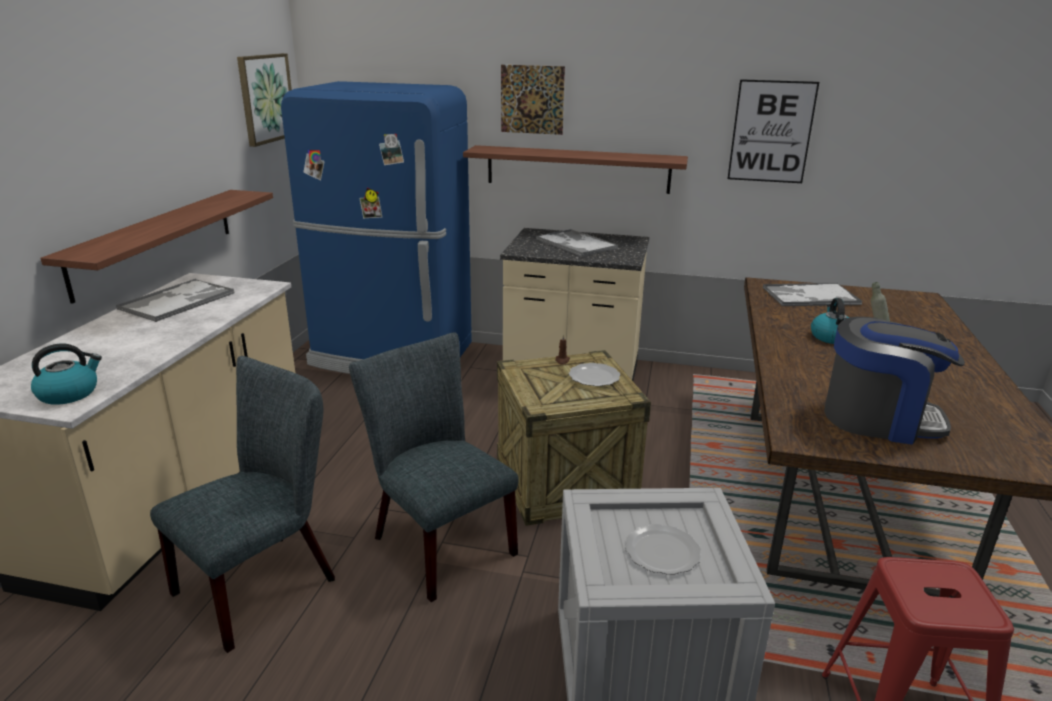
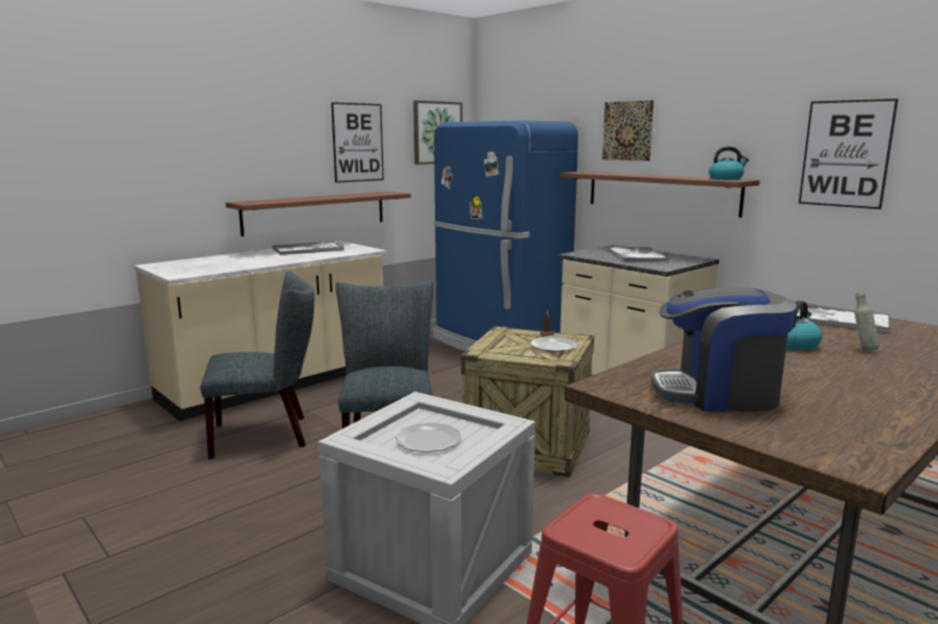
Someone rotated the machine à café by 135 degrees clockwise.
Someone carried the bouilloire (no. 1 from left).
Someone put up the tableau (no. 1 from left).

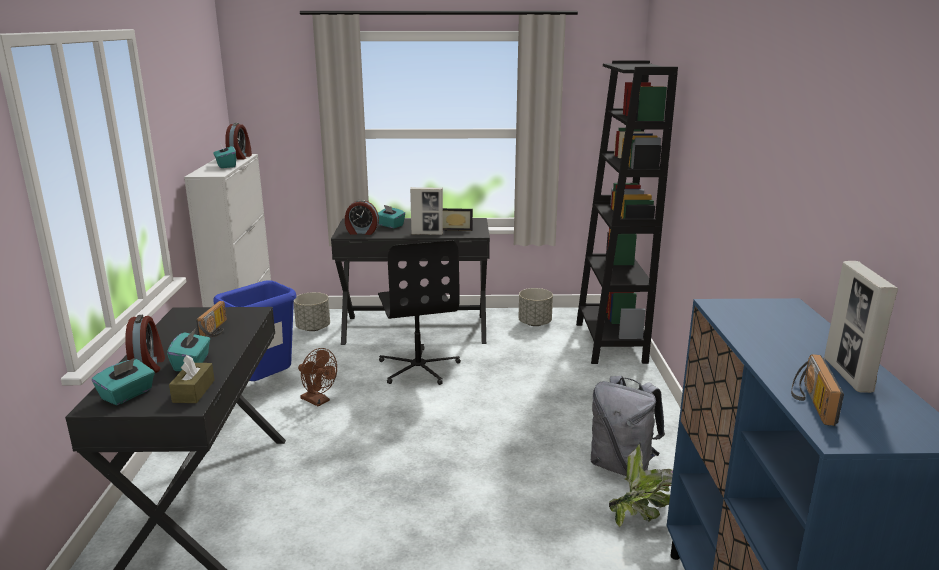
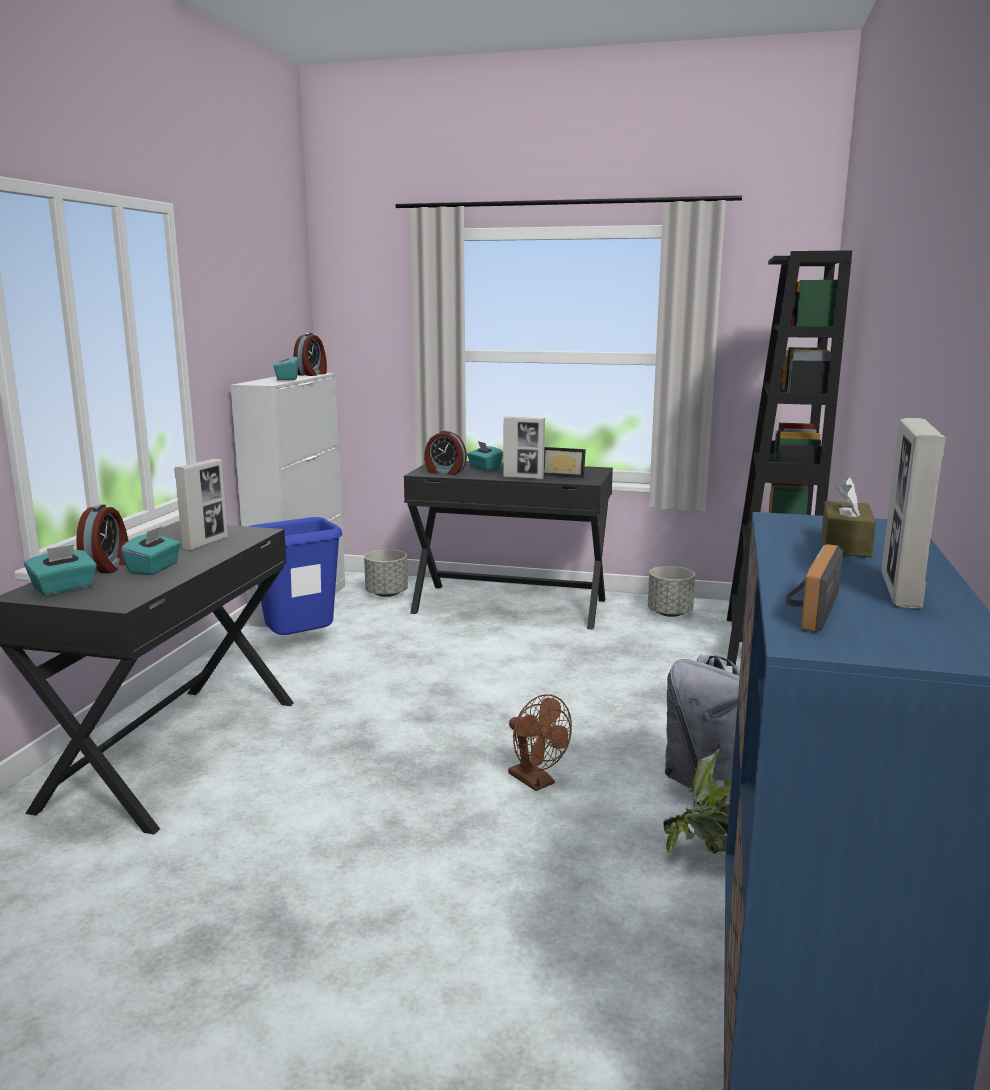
Someone took away the chaise de bureau [noir].
Someone swapped the radio (no. 1 from left) for the cadre photo (no. 1 from left).
Someone carried the ventilateur [marron].
Someone carried the boîte à mouchoirs [marron].

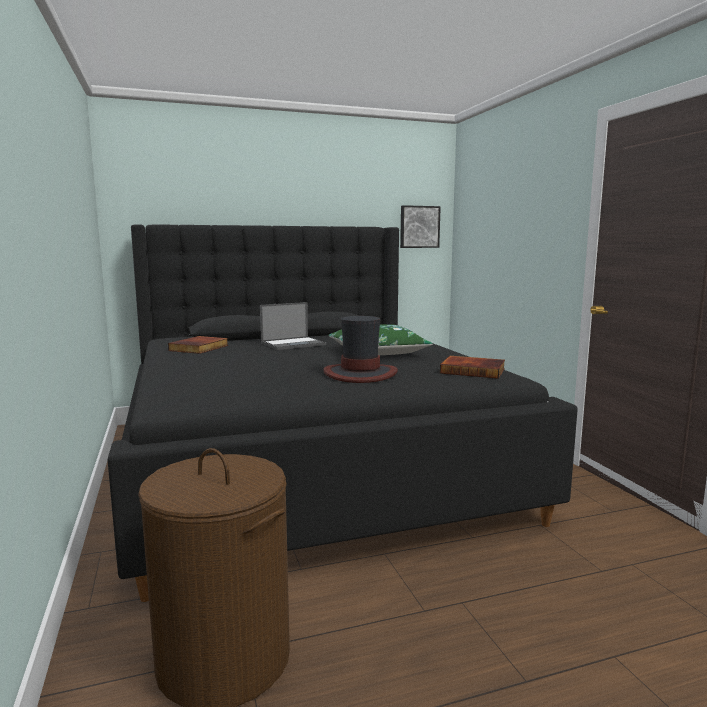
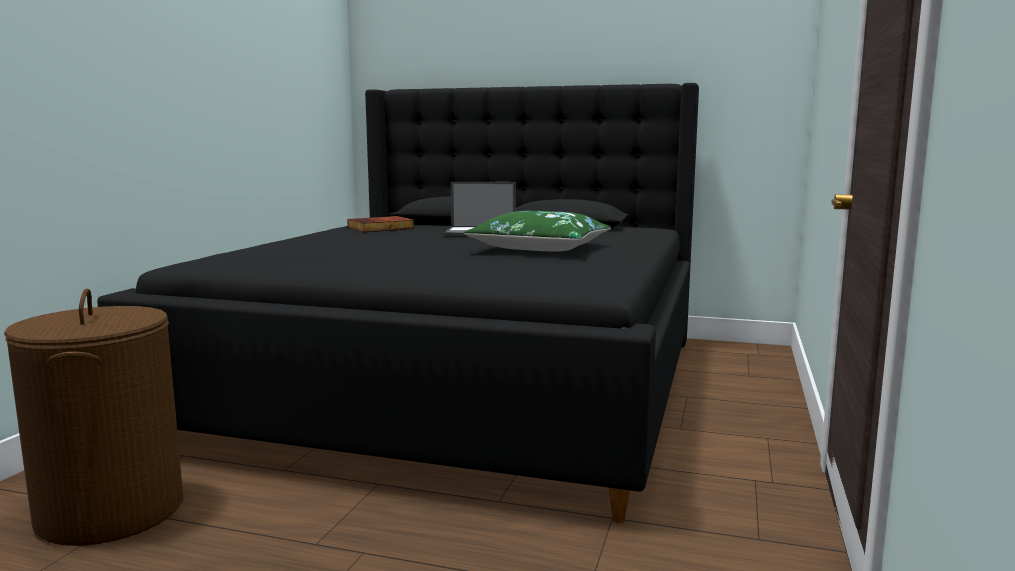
Someone took away the tableau.
Someone took away the chapeau.
Someone took away the livre (no. 2 from left).

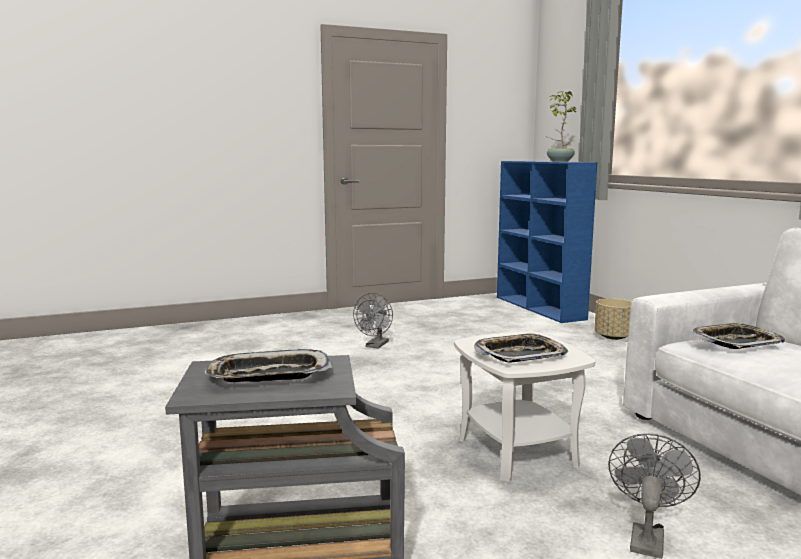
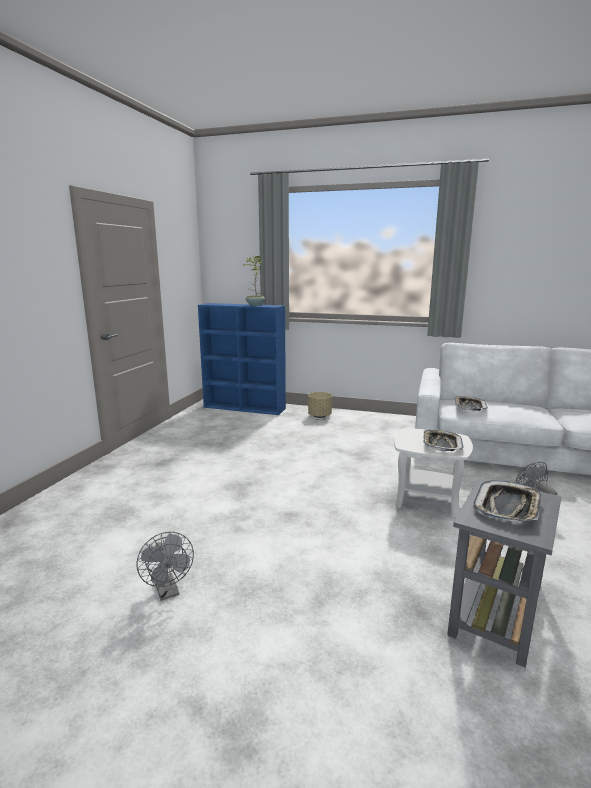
Someone carried the ventilateur [gris] (no. 1 from left).

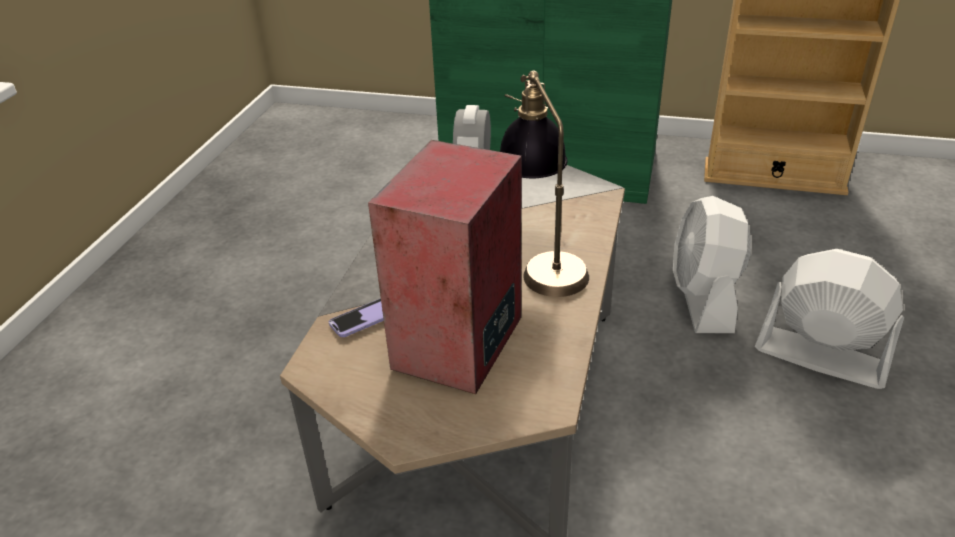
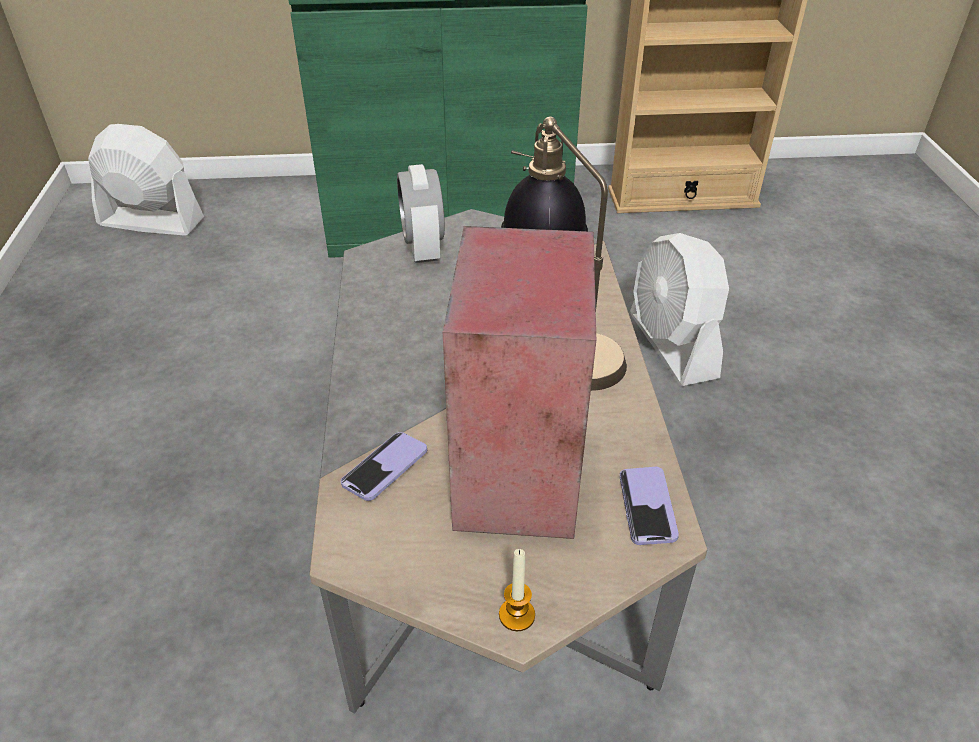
Someone carried the ventilateur [blanc] (no. 2 from left in the first image).
Someone put down the téléphone (no. 2 from left).
Someone put down the bougie.

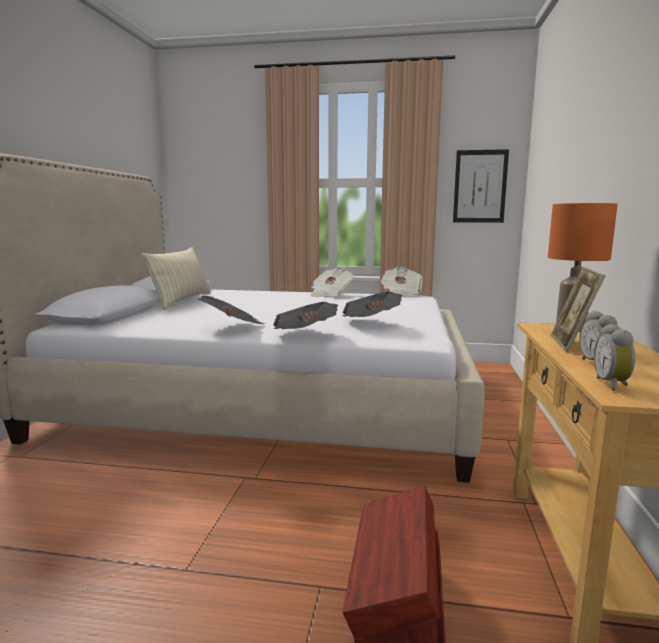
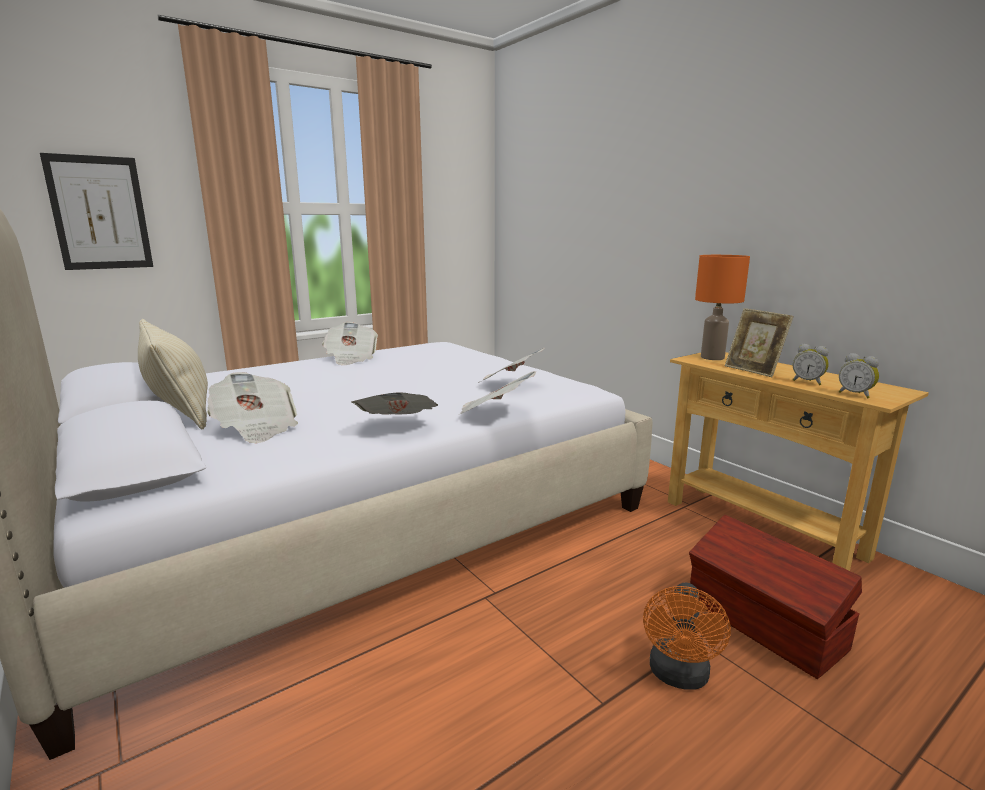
Someone carried the tableau.
Someone carried the journal (no. 5 from left in the first image).
Someone put down the ventilateur [orange].

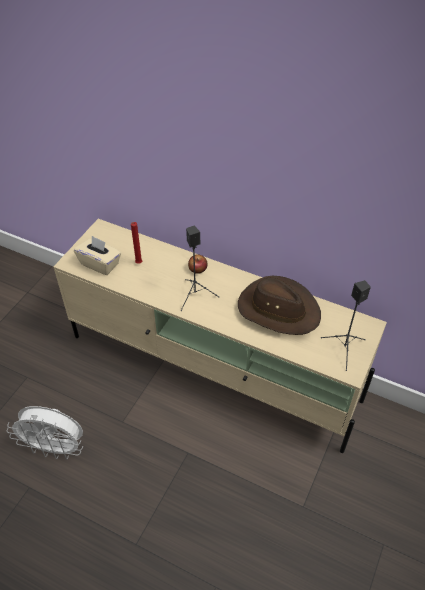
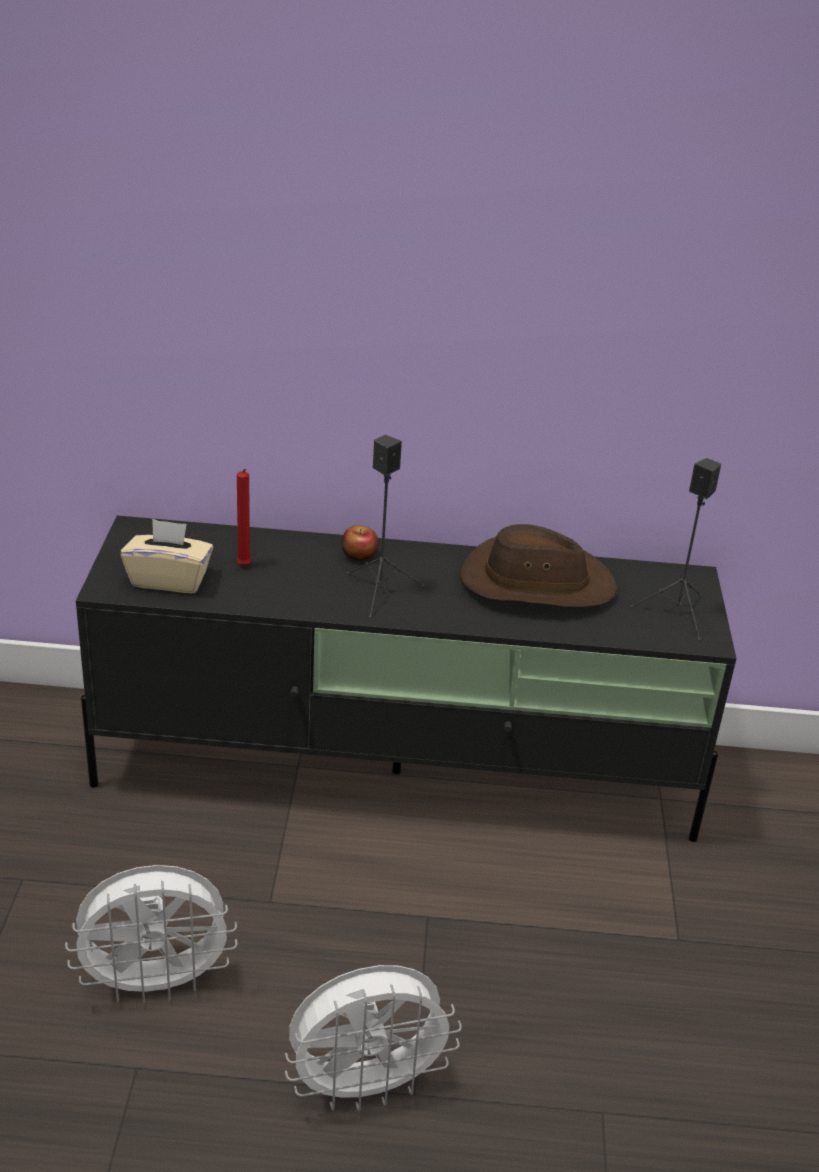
Someone repainted the meuble télé [beige], which became the meuble télé [noir].
Someone put down the ventilateur [blanc] (no. 2 from left).

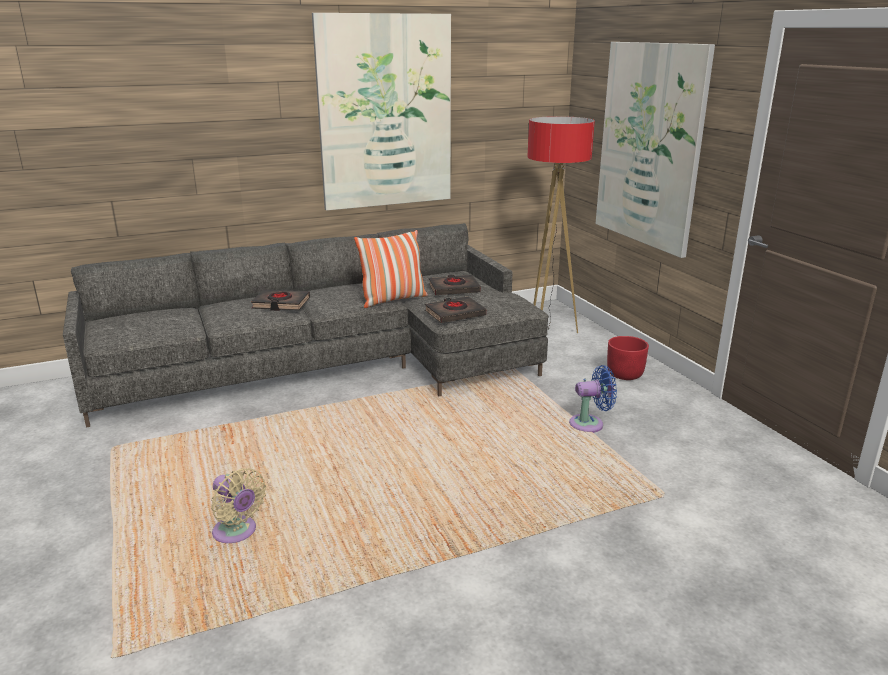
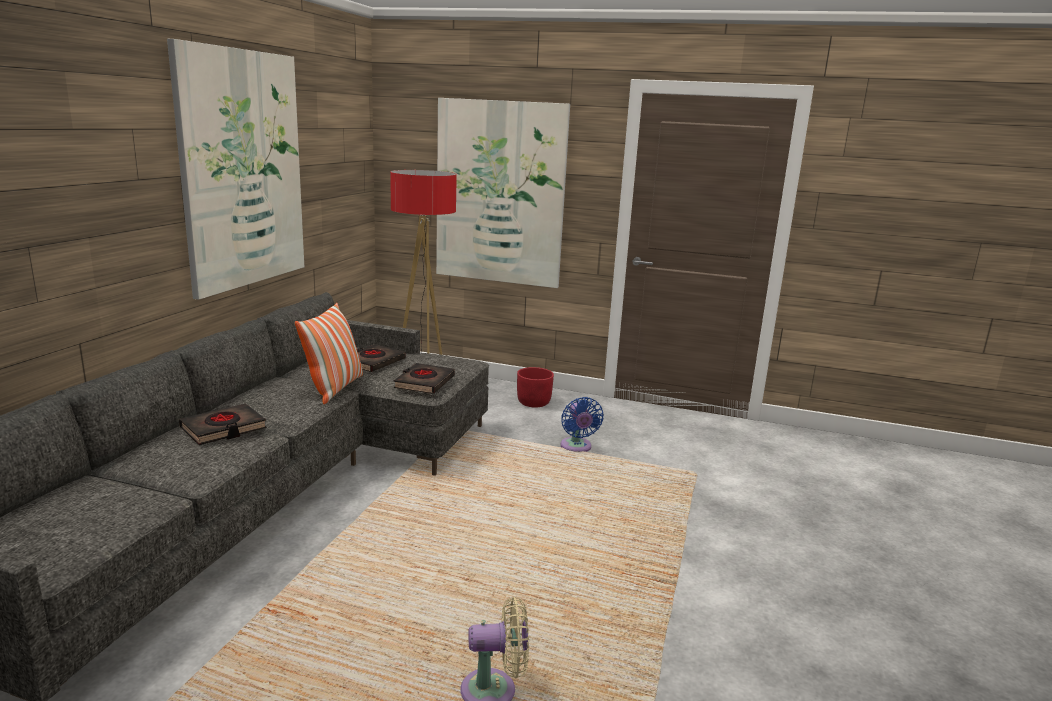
Someone rotated the ventilateur [bleu] by 135 degrees clockwise.

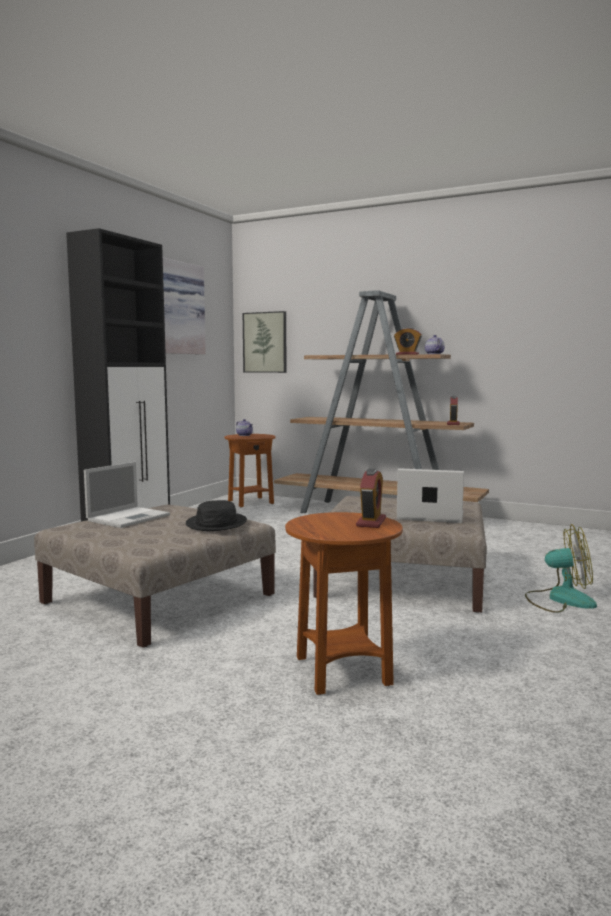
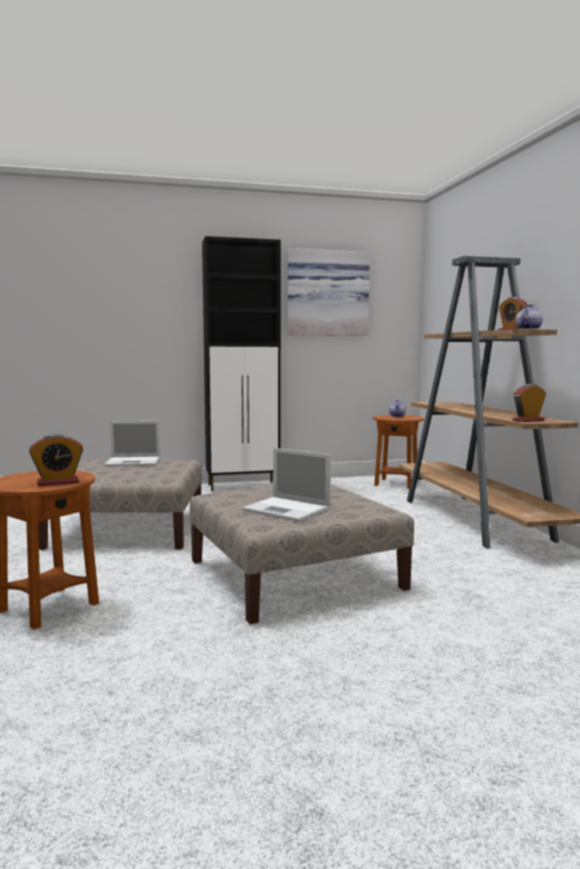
Someone took away the tableau (no. 2 from left).
Someone rotated the ordinateur portable (no. 2 from left) by 150 degrees clockwise.
Someone took away the chapeau [noir].
Someone took away the ventilateur.

